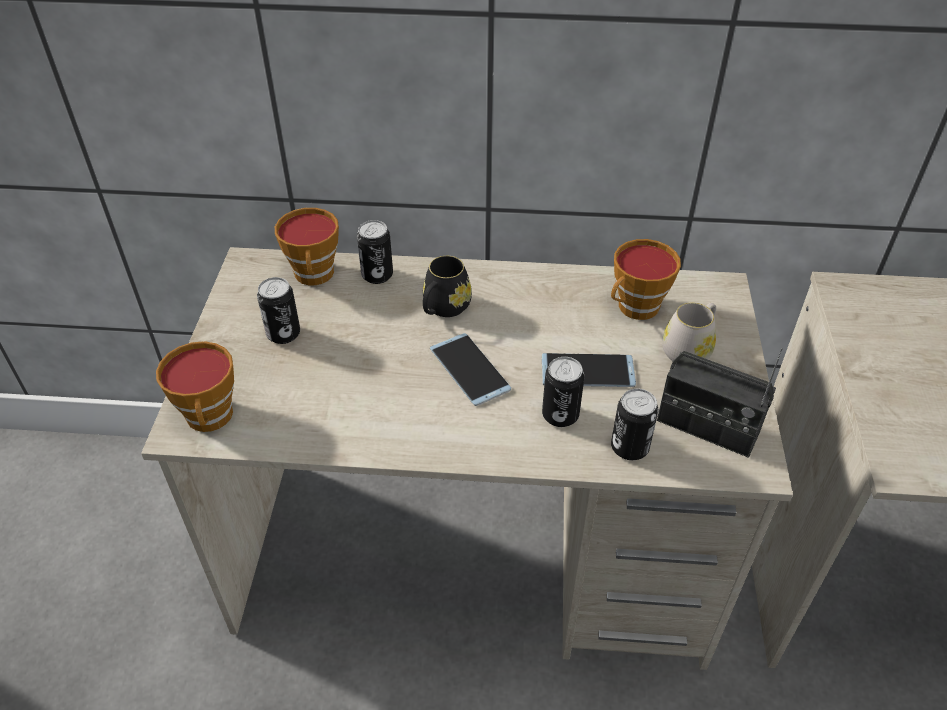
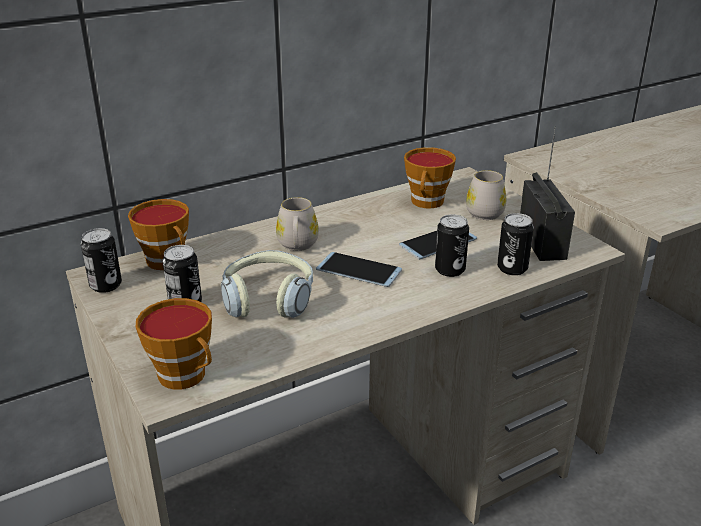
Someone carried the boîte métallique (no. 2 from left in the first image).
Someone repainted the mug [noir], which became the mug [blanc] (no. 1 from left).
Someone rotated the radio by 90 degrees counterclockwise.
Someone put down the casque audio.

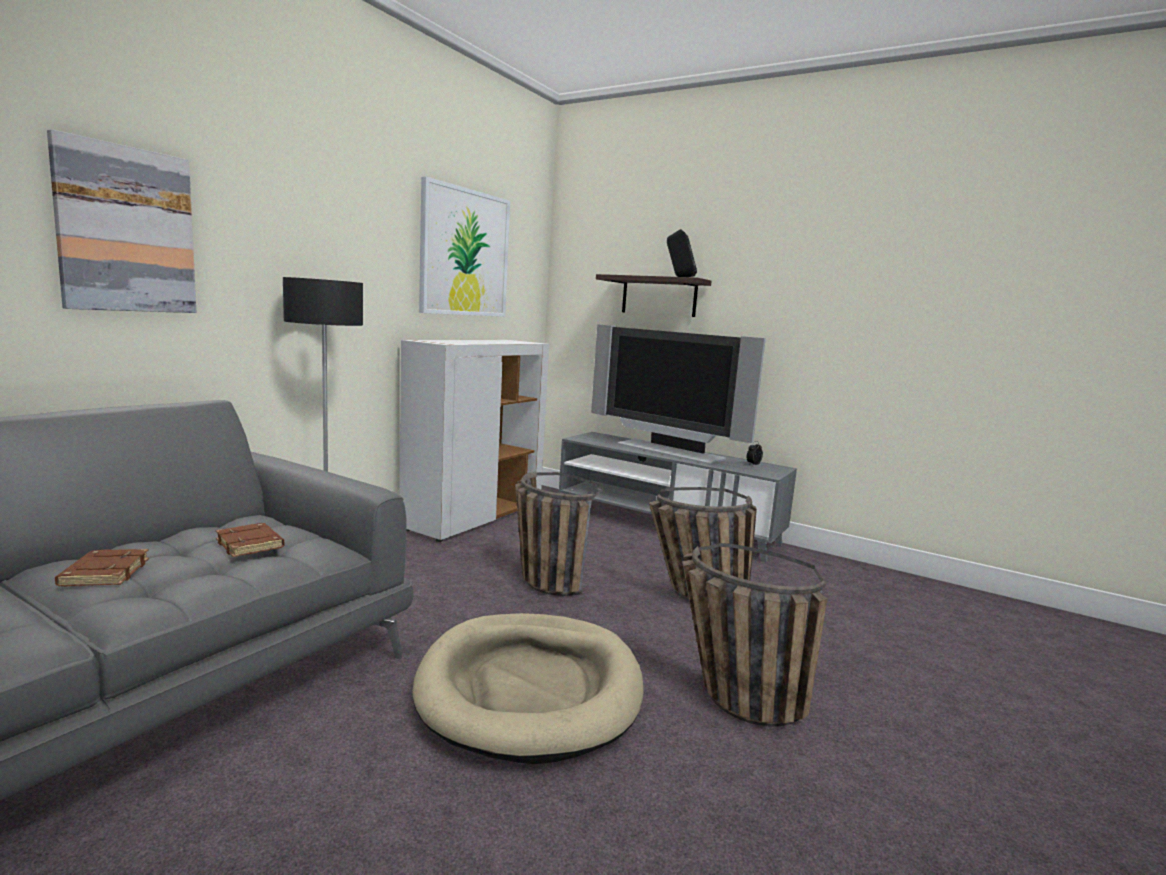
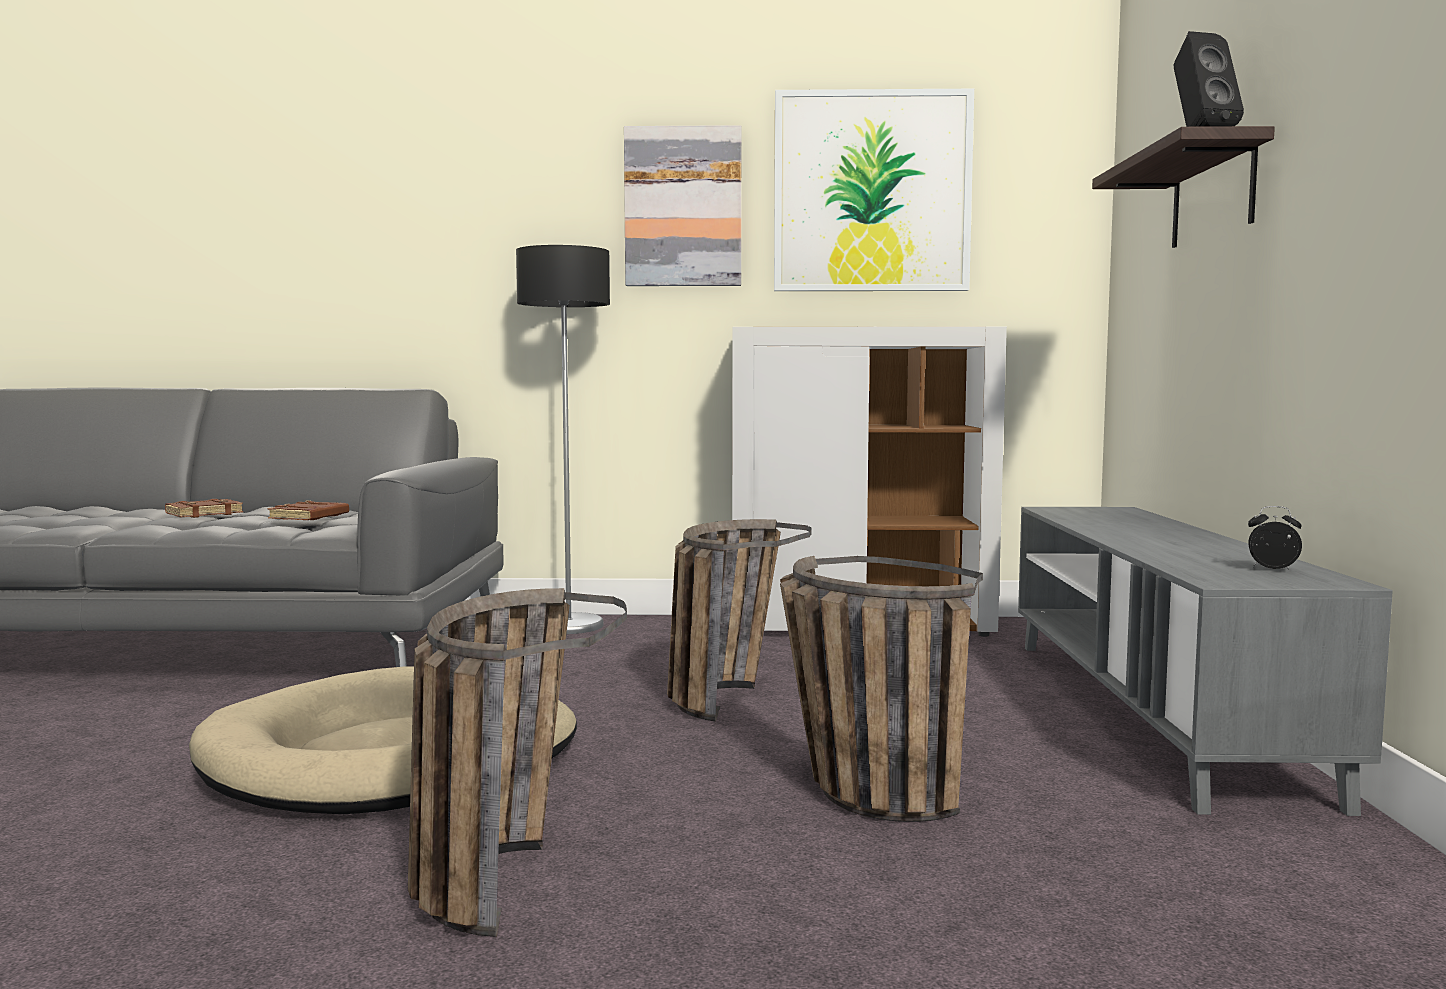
Someone carried the tableau (no. 1 from left).
Someone took away the téléviseur.

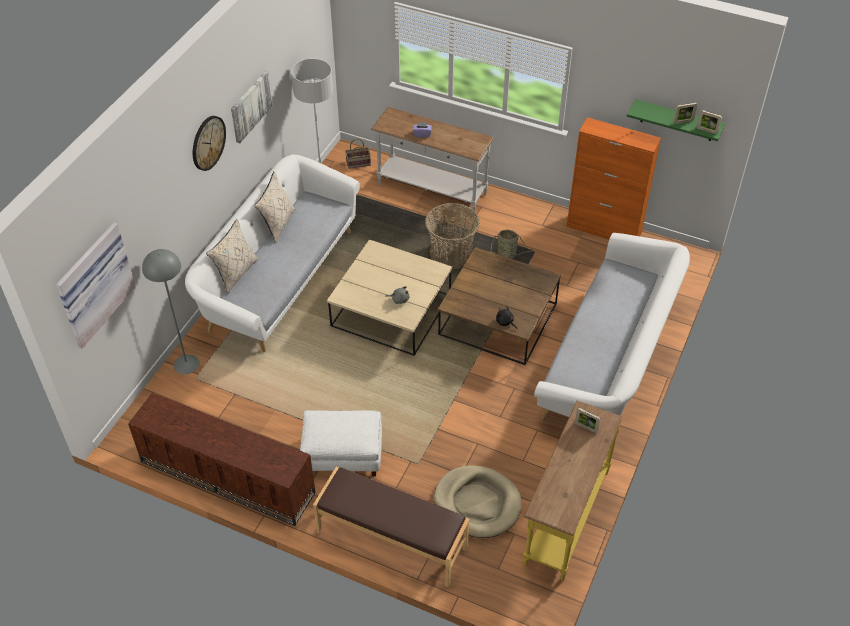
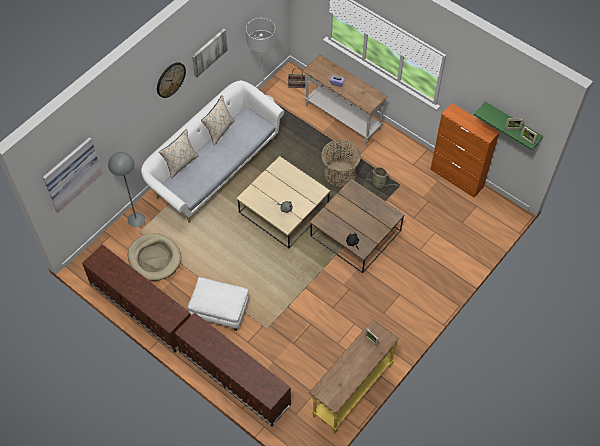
Someone took away the canapé [blanc] (no. 2 from left).
Someone carried the panier pour chien [beige].
Someone swapped the banc [marron] for the meuble télé [marron] (no. 2 from left).

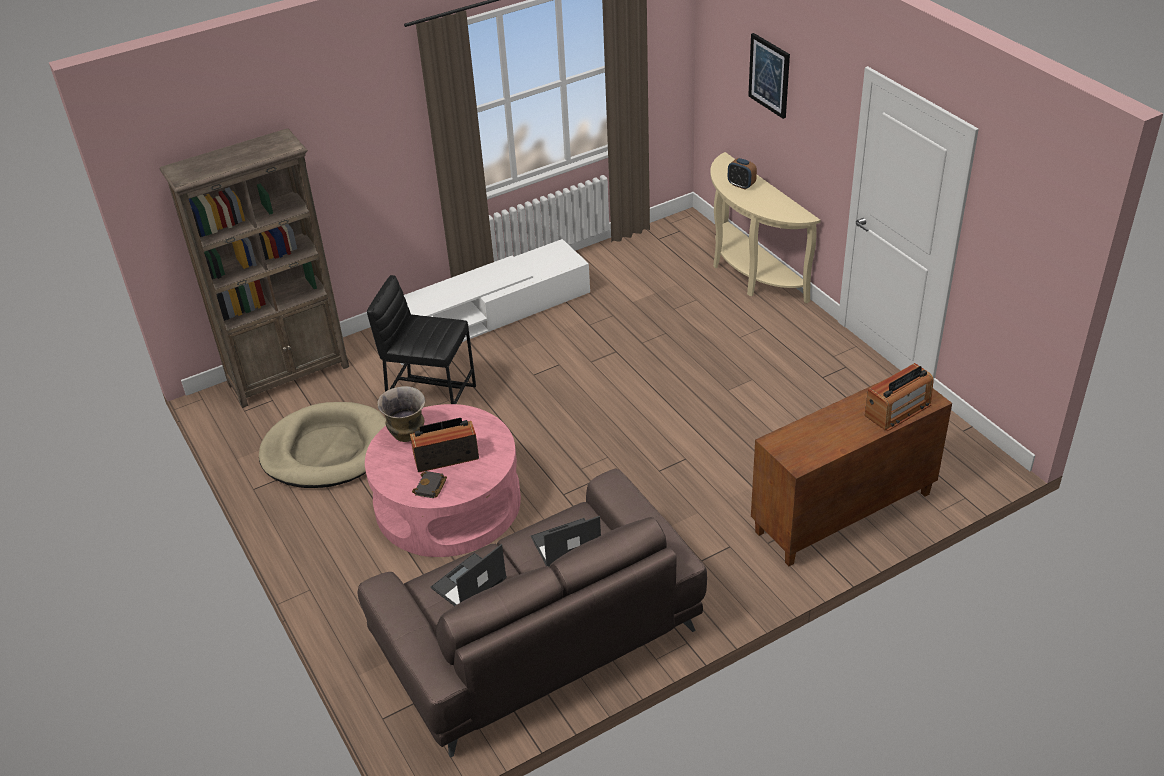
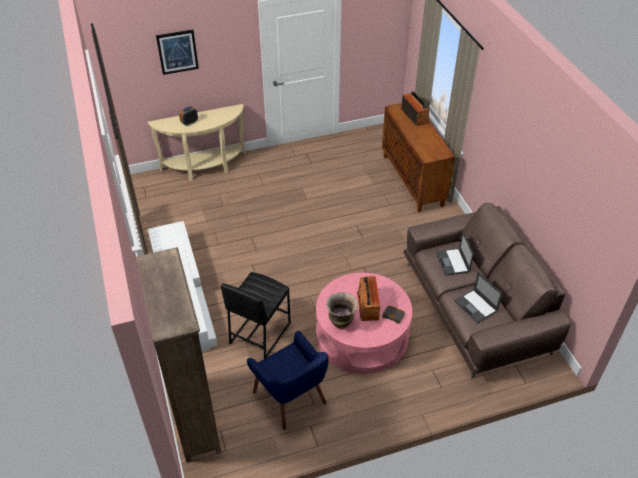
Someone swapped the panier pour chien [beige] for the fauteuil [bleu].

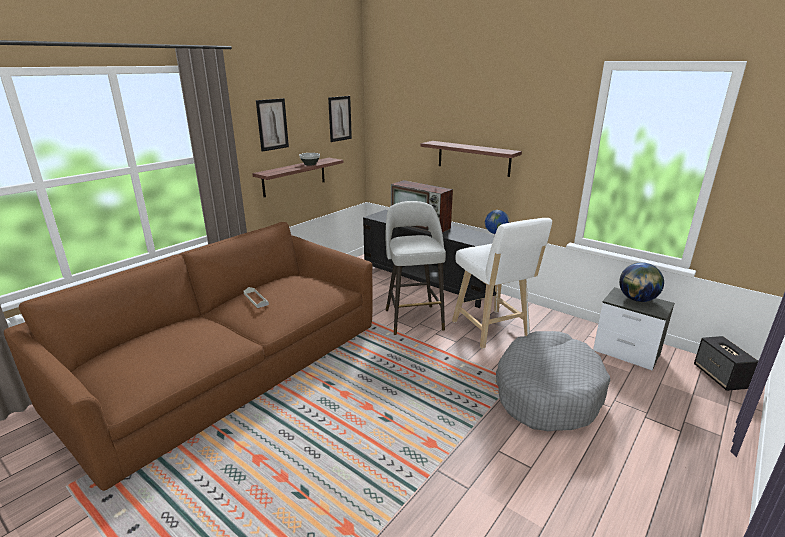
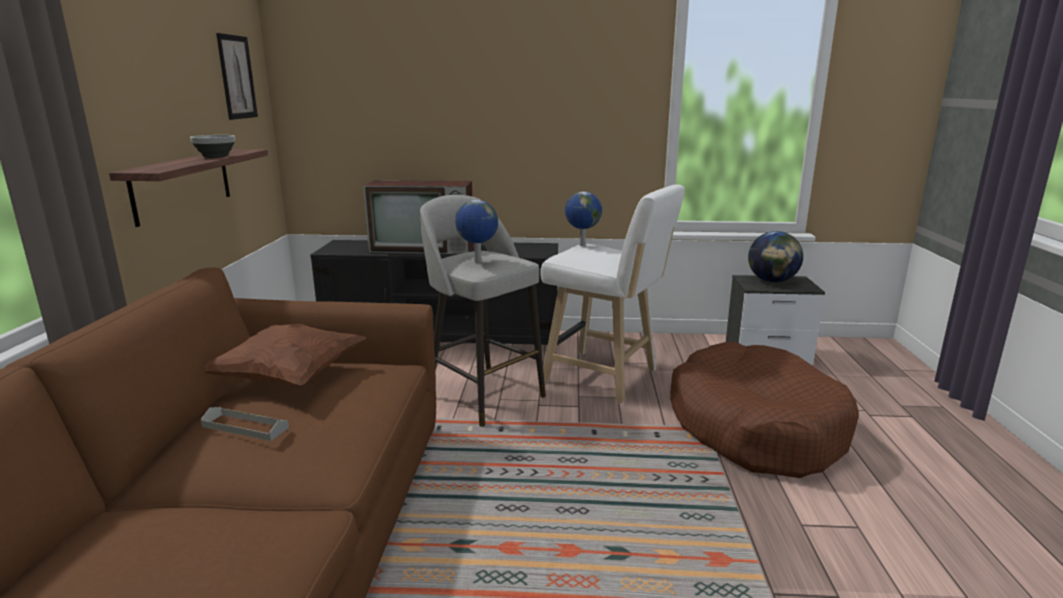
Someone took away the tableau (no. 1 from left).
Someone took away the étagère (no. 2 from left).
Someone repainted the panier pour chien [gris], which became the panier pour chien [marron].
Someone took away the enceinte.
Someone put down the globe (no. 1 from left).
Someone put down the coussin [marron].

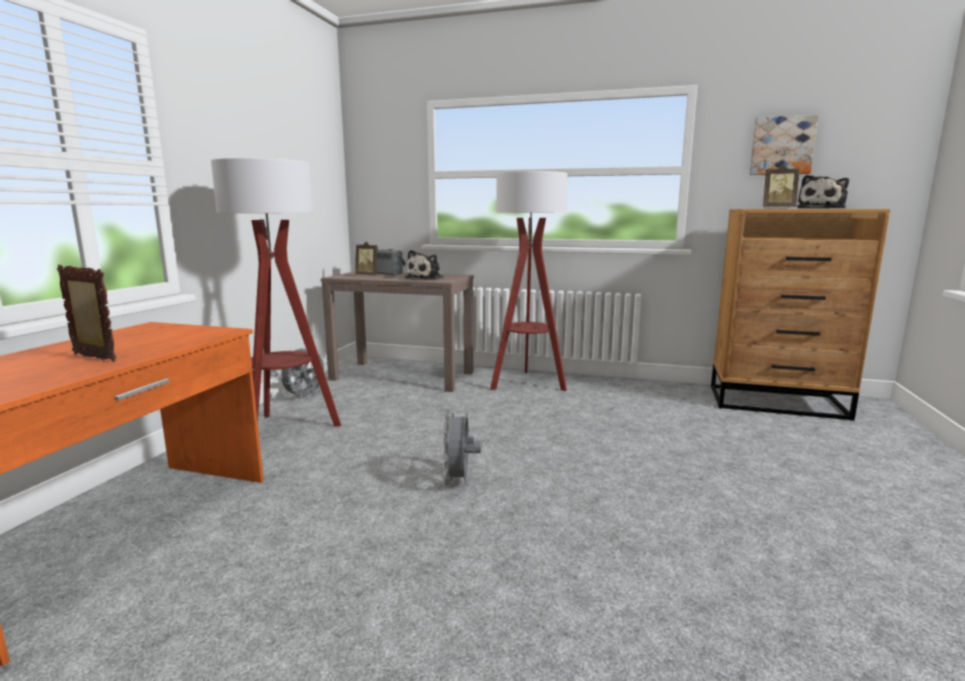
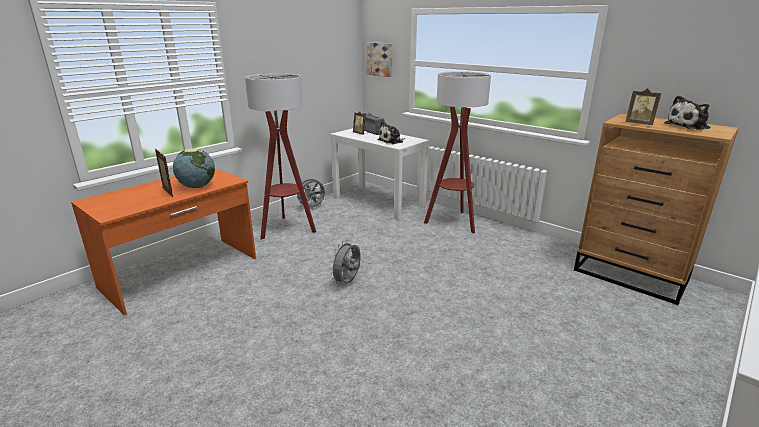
Someone carried the tableau.
Someone repainted the table console [marron], which became the table console [blanc].
Someone put down the globe.

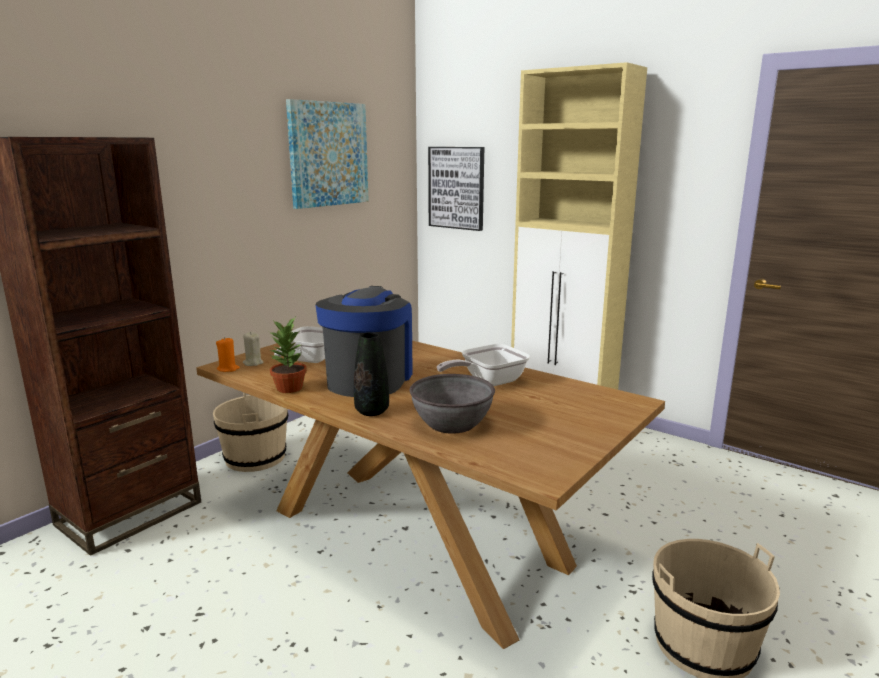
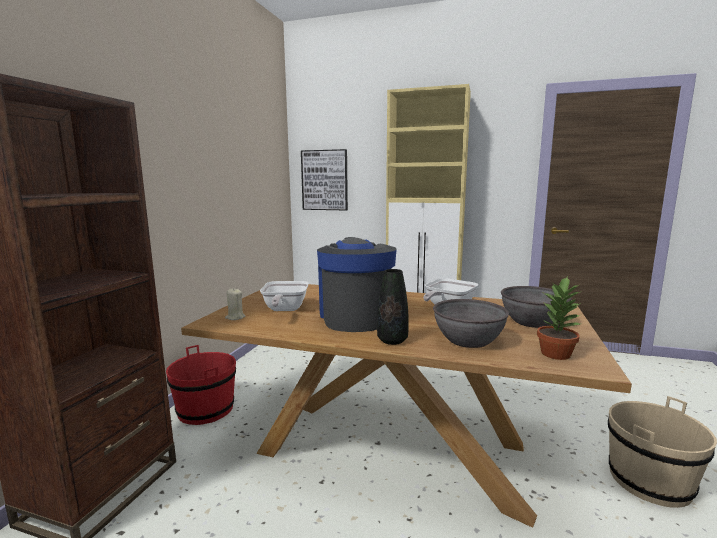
Someone took away the tableau (no. 1 from left).
Someone carried the plante en pot.
Someone took away the bougie [orange].
Someone repainted the seau [beige] (no. 1 from left), which became the seau [rouge].
Someone put down the bol [gris] (no. 2 from left).

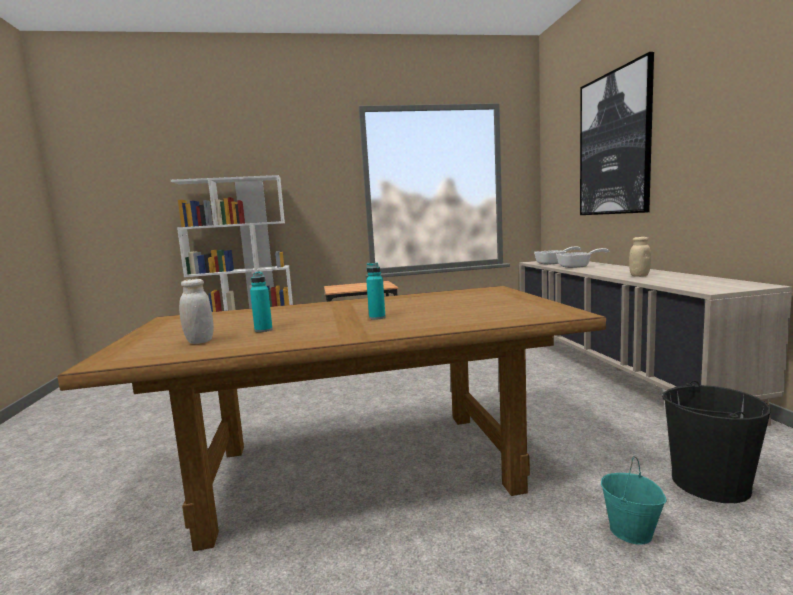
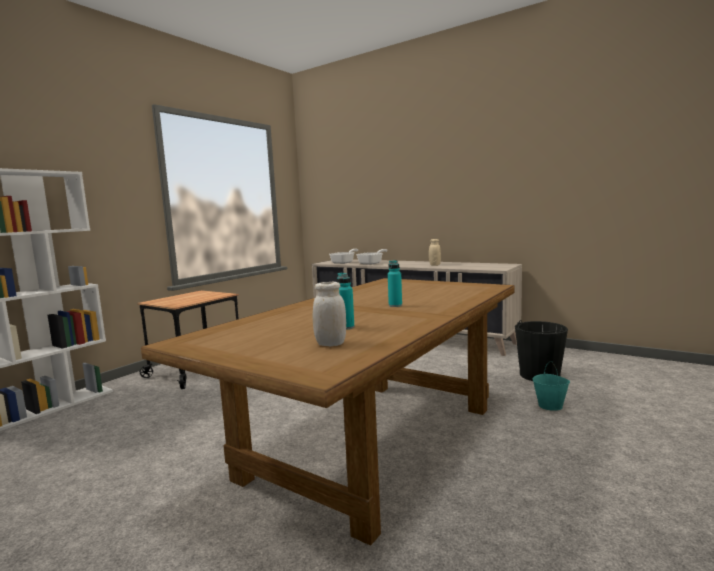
Someone took away the tableau.

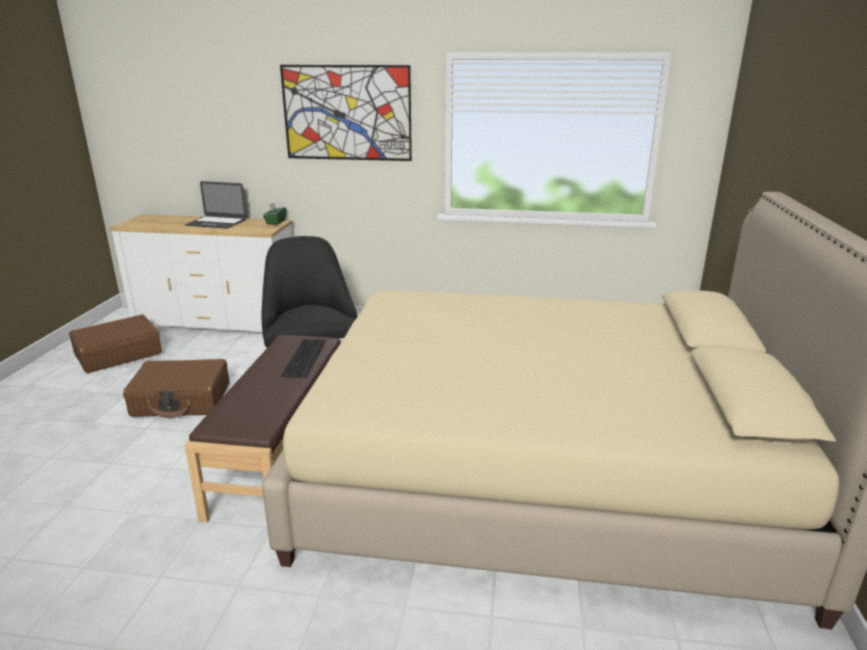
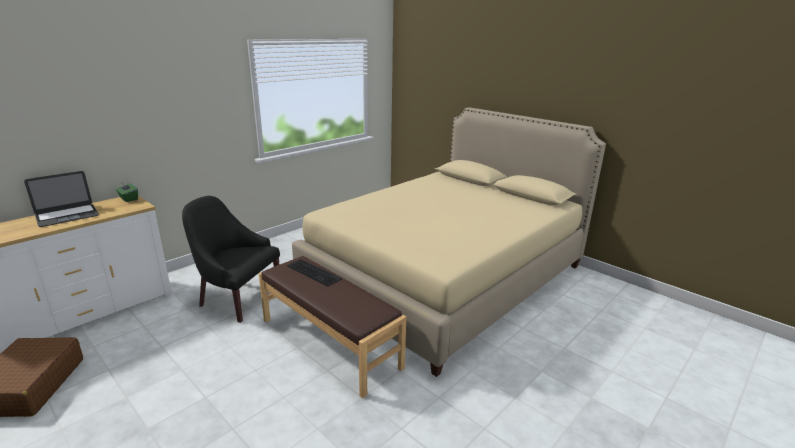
Someone took away the tableau.
Someone took away the valise [marron] (no. 2 from left).

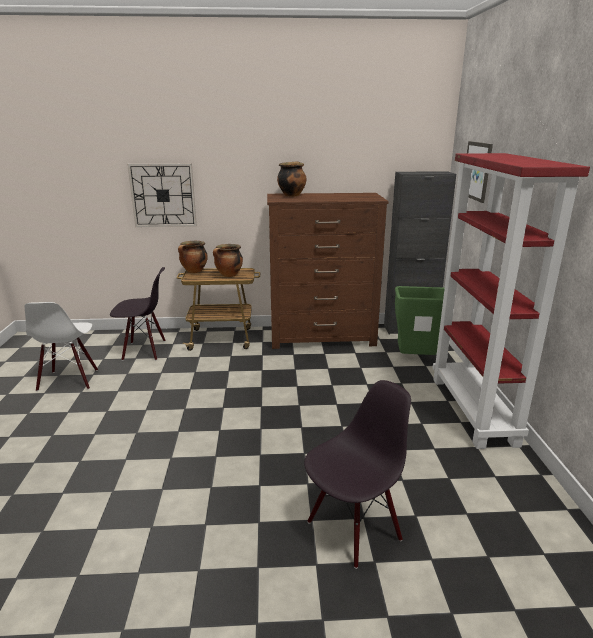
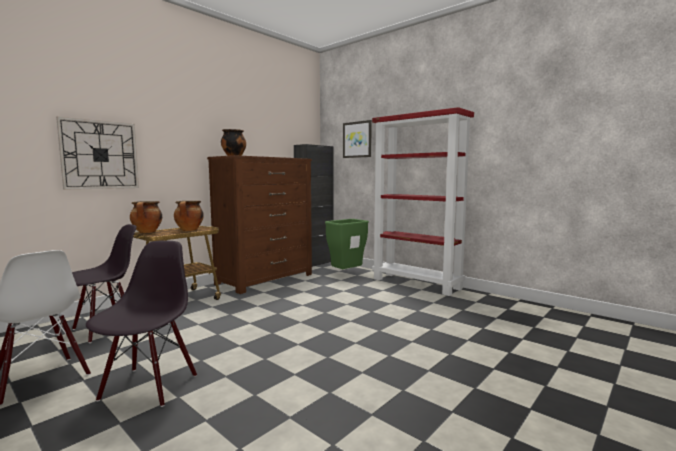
Someone carried the chaise [noir] (no. 2 from left).

